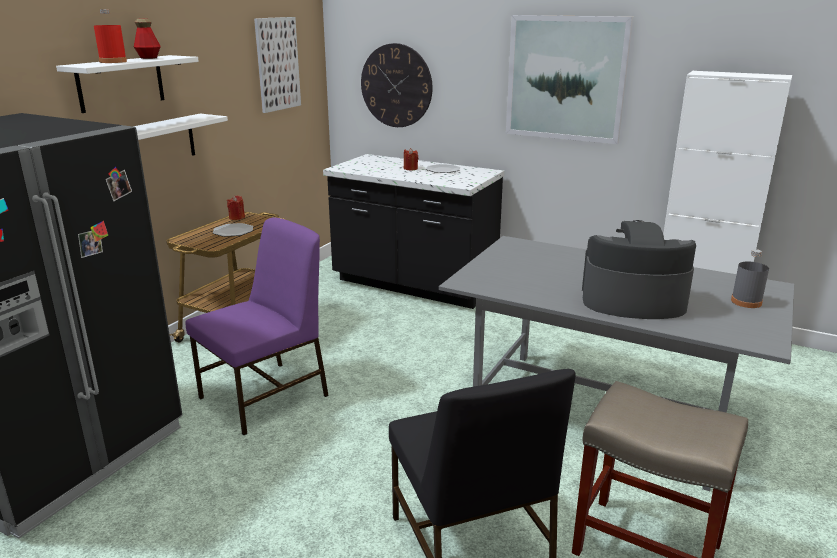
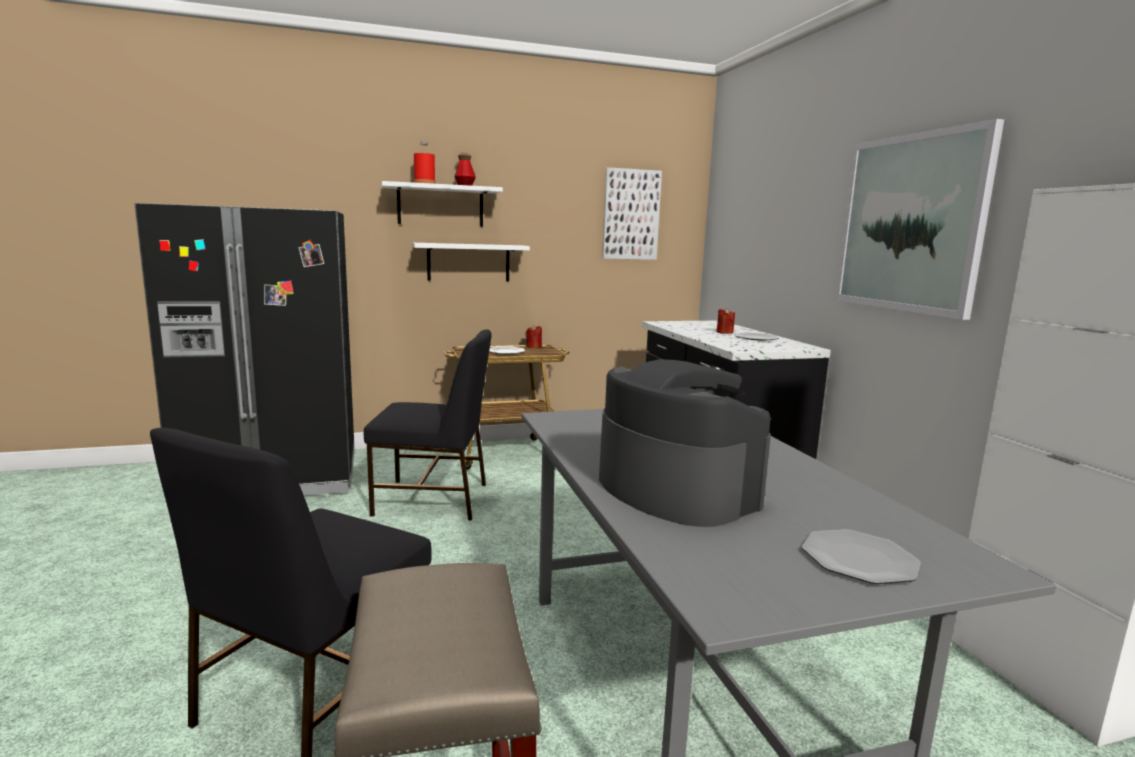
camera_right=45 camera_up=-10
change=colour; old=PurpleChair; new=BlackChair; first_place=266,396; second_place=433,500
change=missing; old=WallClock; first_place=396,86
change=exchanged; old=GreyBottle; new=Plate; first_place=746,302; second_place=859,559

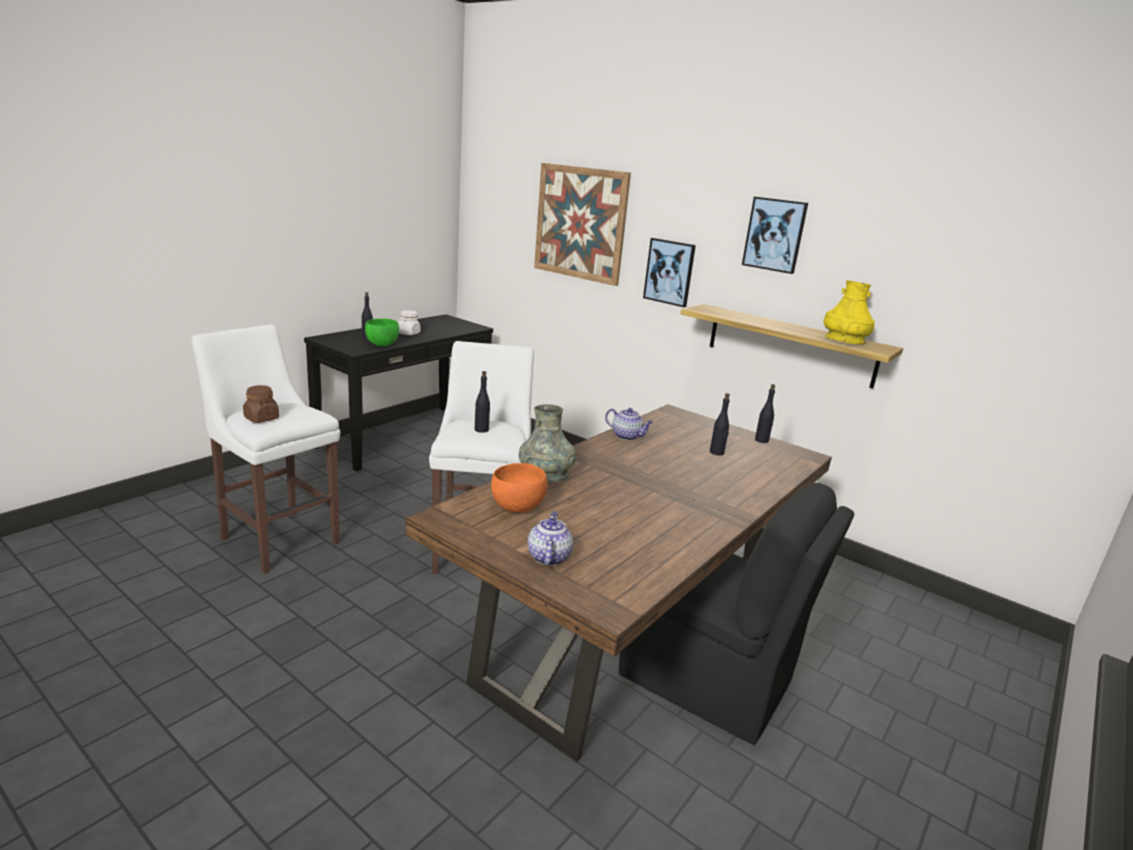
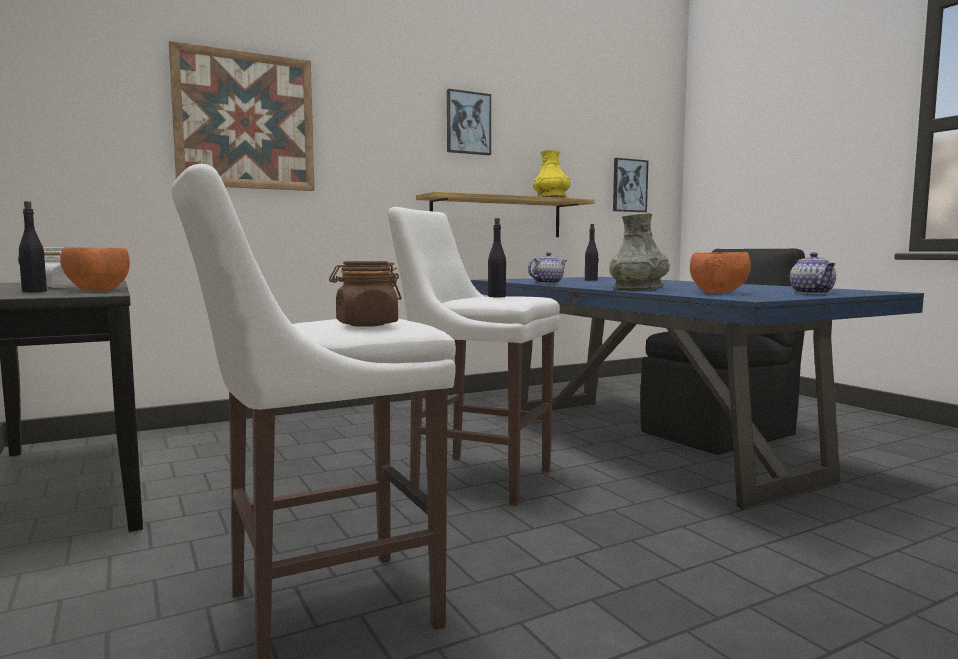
camera_right=-65 camera_up=-15
change=colour; old=GreenBowl; new=OrangeBowl; first_place=381,344; second_place=97,290
change=colour; old=BrownDiningTable; new=BlueDiningTable; first_place=629,626; second_place=646,443
change=spun; old=Teapot; first_place=548,556; second_place=812,293; degrees=-120
change=relocated; old=Picture; first_place=669,272; second_place=629,185
change=missing; old=BlackBottle; first_place=762,440

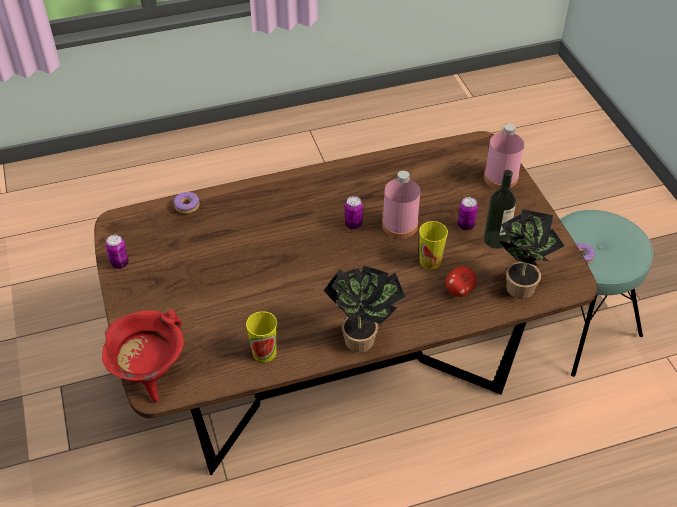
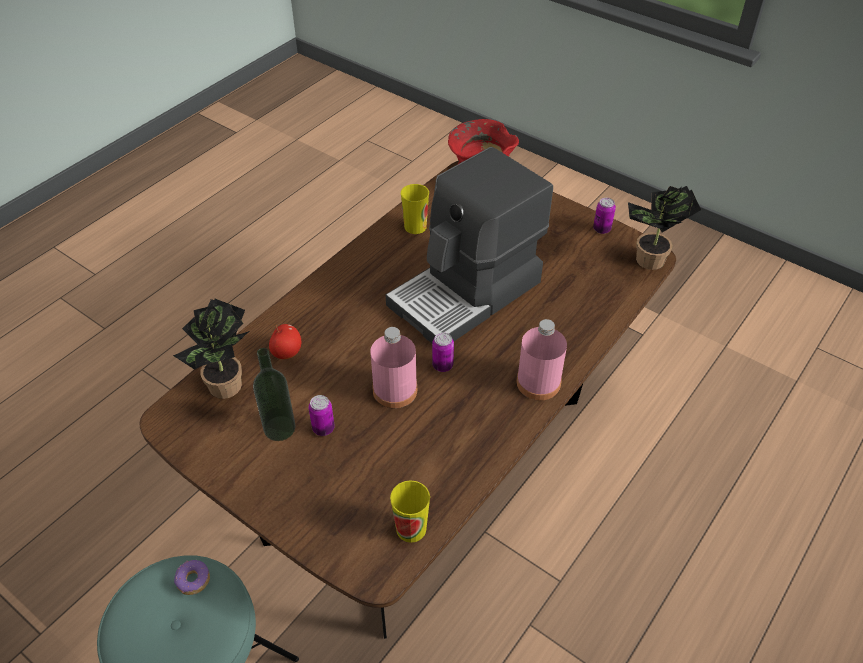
camera_right=145 camera_up=0
change=missing; old=Donut; first_place=187,206
change=relocated; old=PottedPlant; first_place=363,338; second_place=649,263
change=relocated; old=Cup; first_place=430,261; second_place=411,528
change=relocated; old=PinkBottle; first_place=500,178; second_place=538,382
change=appeared; new=CoffeeMachine; second_place=467,294

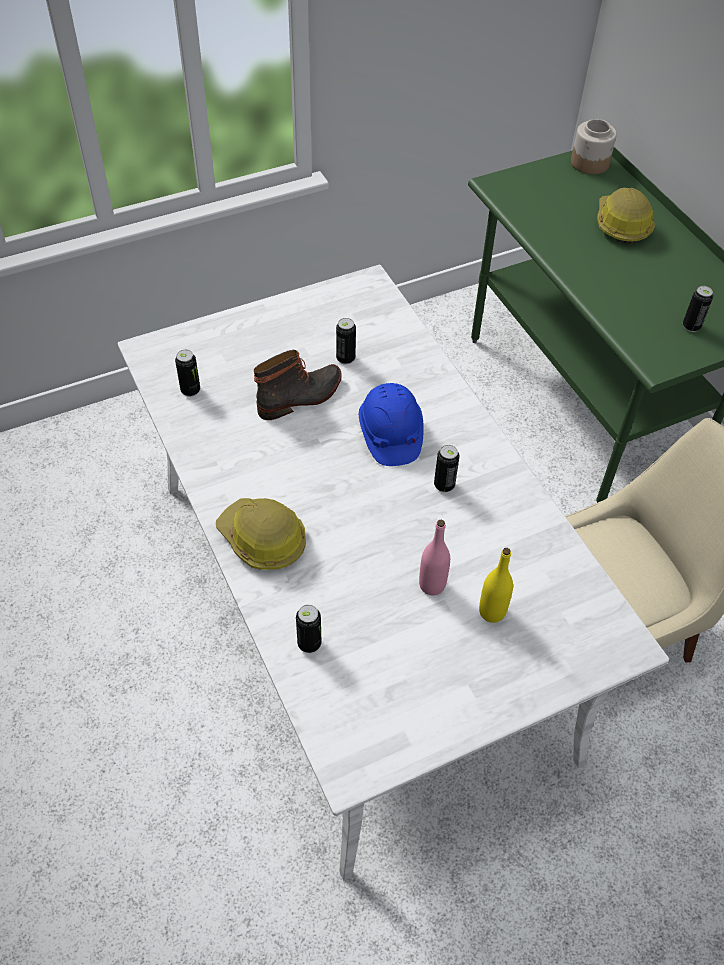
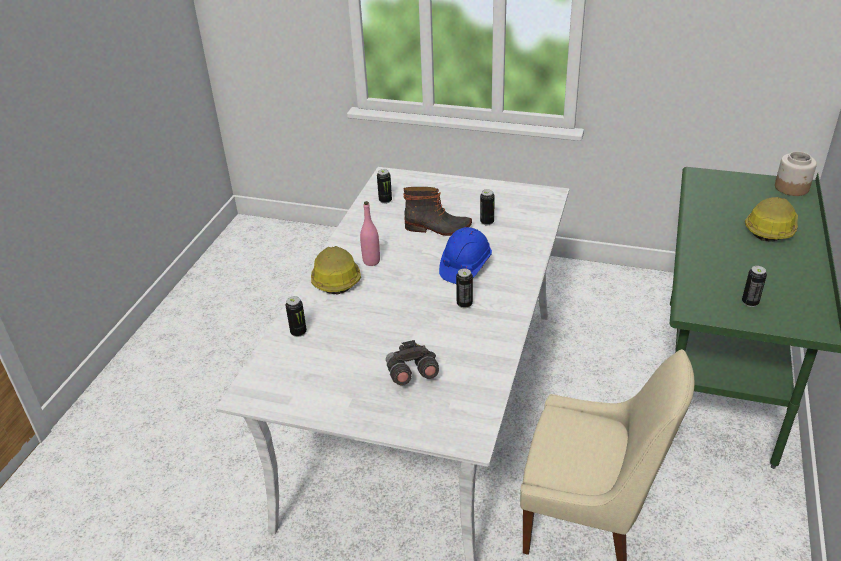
camera_right=45 camera_up=-15
change=relocated; old=PinkBottle; first_place=432,585; second_place=371,261
change=exchanged; old=YellowBottle; new=GreyBinoculars; first_place=492,612; second_place=411,375

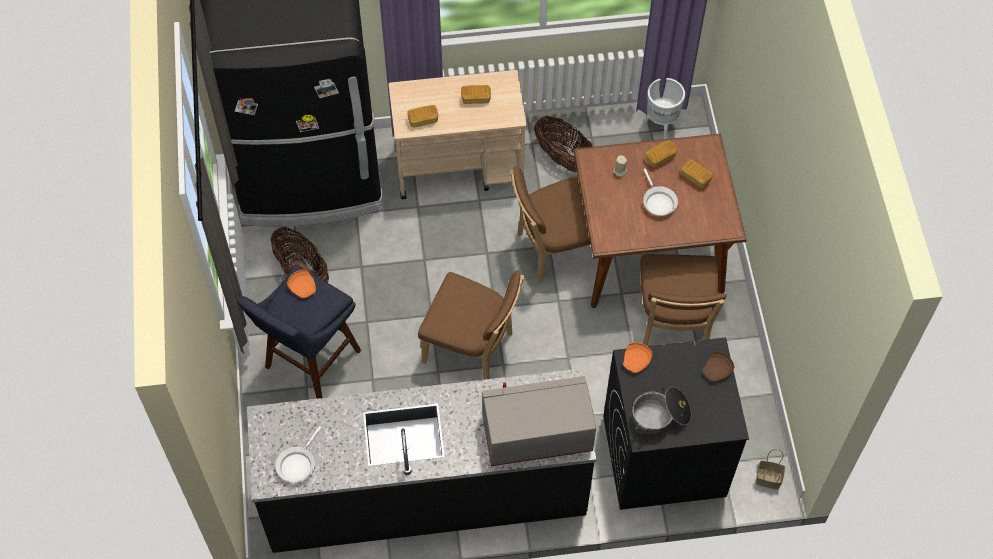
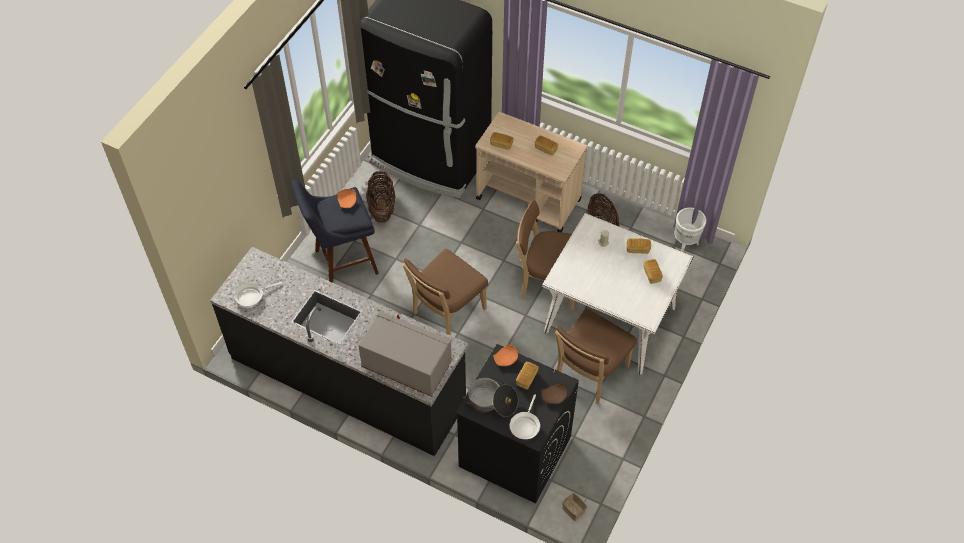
camera_right=35 camera_up=-5
change=spun; old=BrownChair; first_place=472,349; second_place=446,312; degrees=75
change=colour; old=BrownDiningTable; new=WhiteDiningTable; first_place=649,252; second_place=610,320
change=relocated; old=WhiteFryingPan; first_place=658,202; second_place=525,425
change=appeared; new=Bread; second_place=526,378

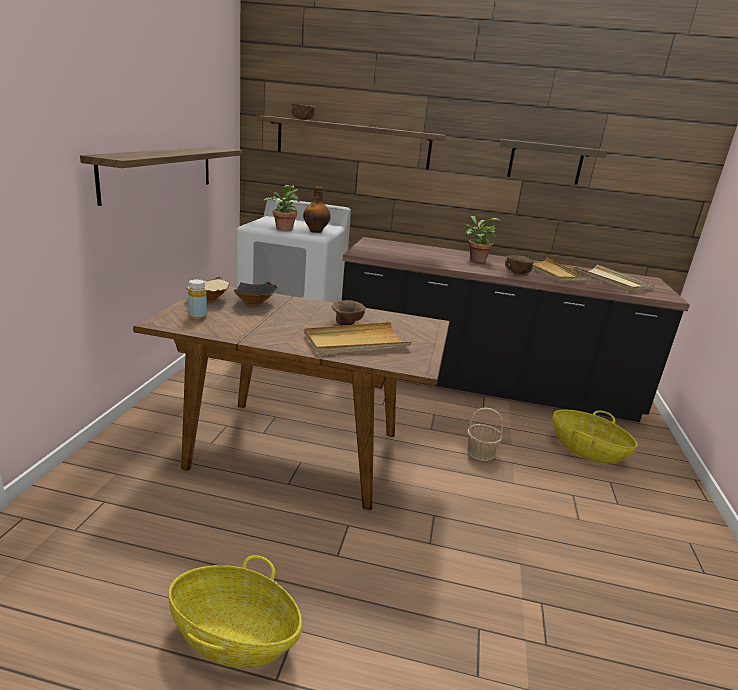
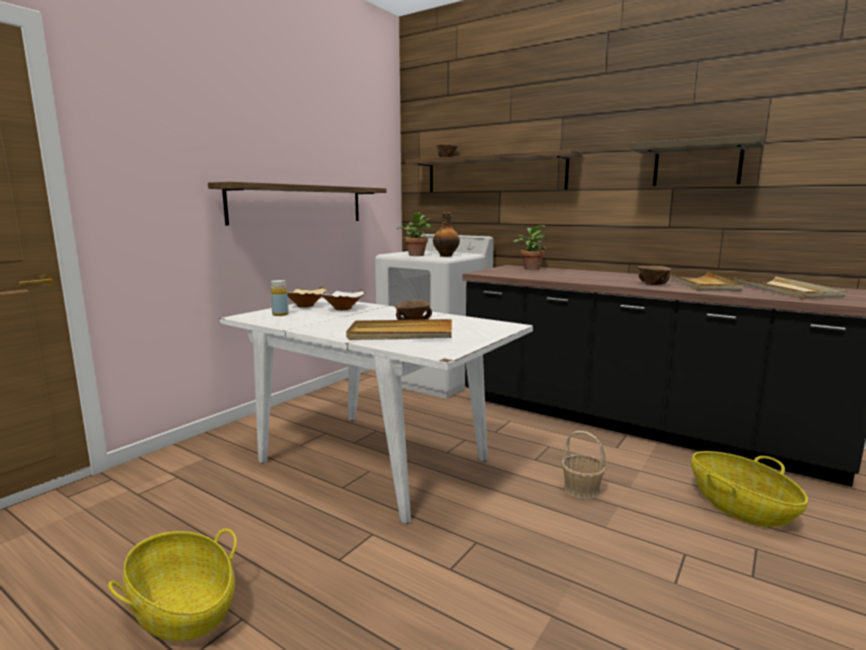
camera_right=25 camera_up=-10
change=colour; old=BrownDiningTable; new=WhiteDiningTable; first_place=298,450; second_place=375,461
change=colour; old=BlackBowl; new=WhiteBowl; first_place=255,304; second_place=344,309
change=relocated; old=PottedPlant; first_place=475,259; second_place=530,268

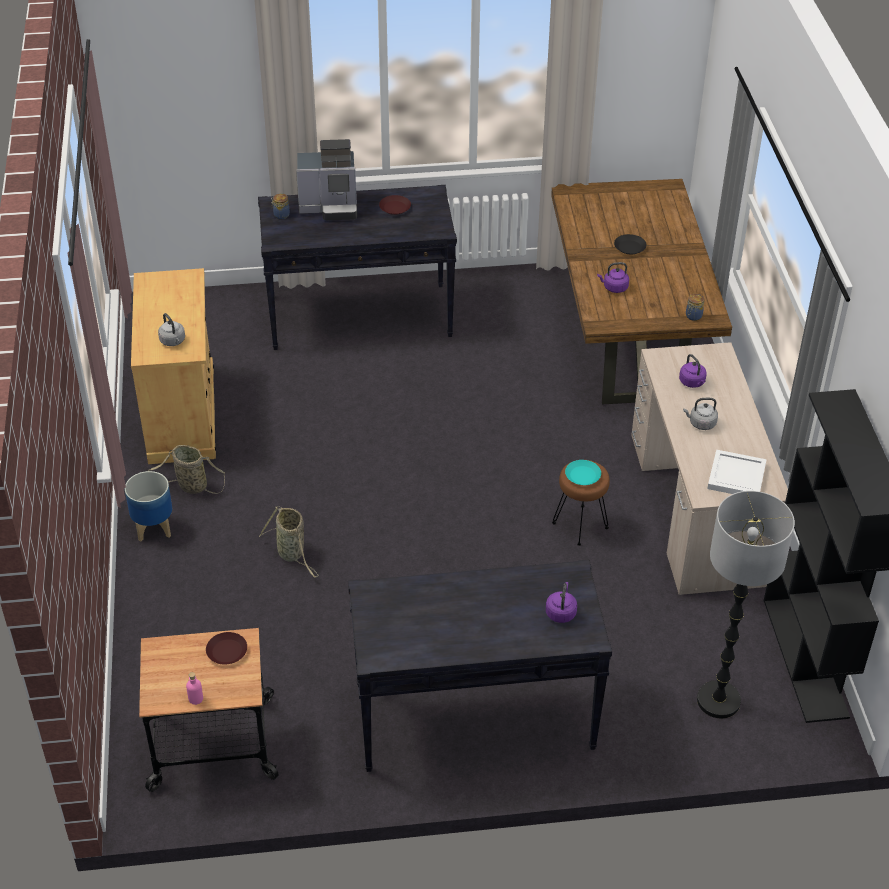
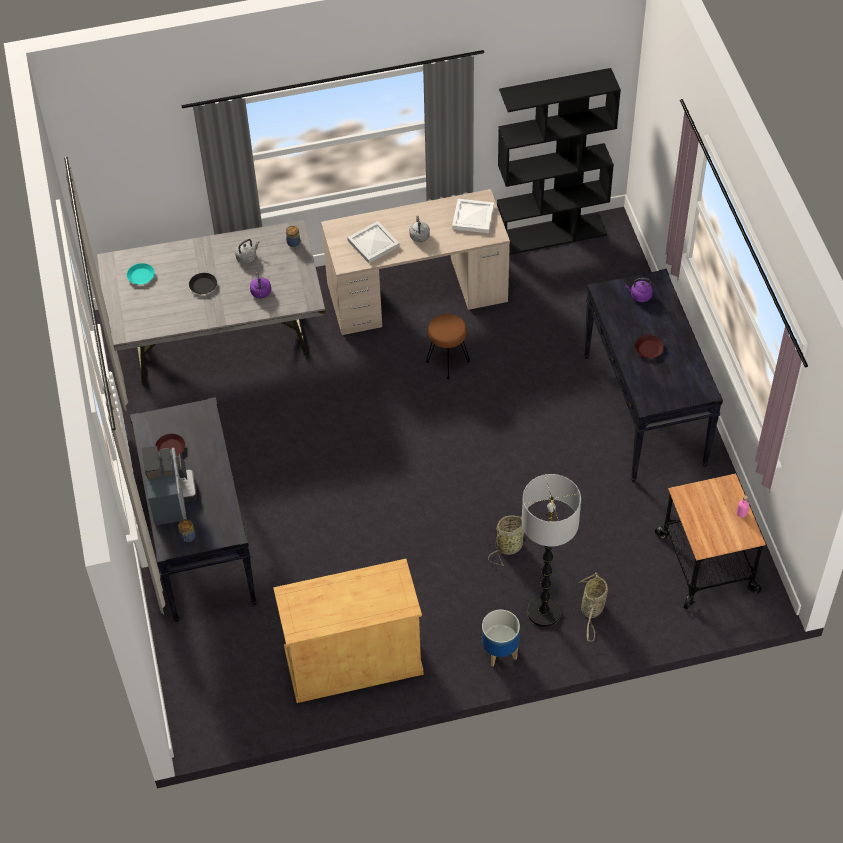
camera_right=-95 camera_up=10
change=relocated; old=Basket; first_place=190,486; second_place=592,610
change=relocated; old=GreyKettle; first_place=173,341; second_place=247,257
change=relocated; old=BrownPlate; first_place=226,651; second_place=649,349
change=colour; old=BrownDiningTable; new=GreyDiningTable; first_place=626,338; second_place=219,343
change=relocated; old=TurquoisePlate; first_place=583,476; second_place=141,276
change=exchanged; old=PurpleKettle; new=WhiteTray; first_place=692,382; second_place=373,243
change=relocated; old=FloorLamp; first_place=718,700; second_place=543,612

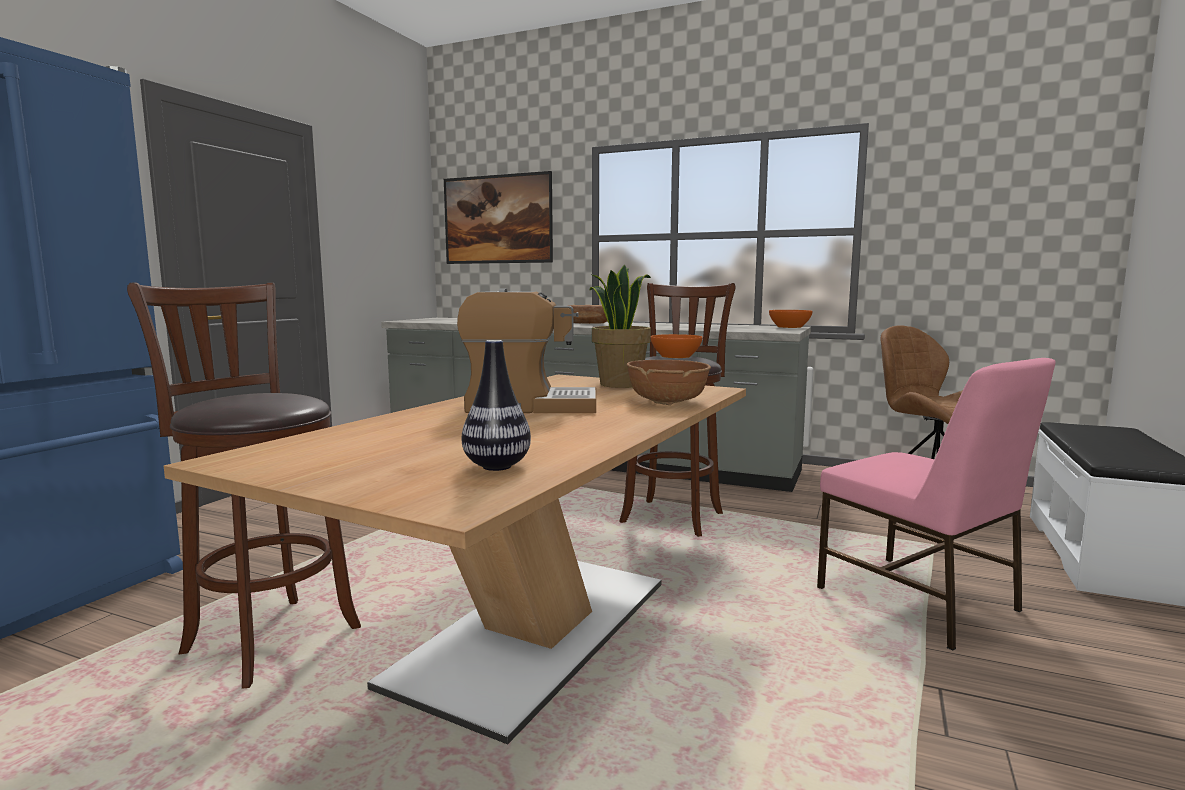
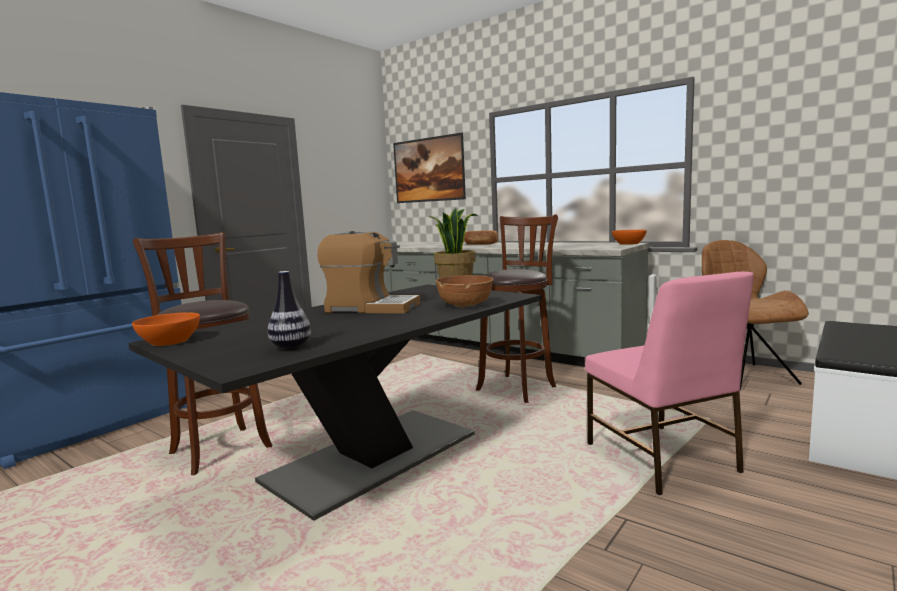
camera_right=15 camera_up=0
change=colour; old=BeigeDiningTable; new=BlackDiningTable; first_place=536,631; second_place=373,458
change=relocated; old=OrangeBowl; first_place=676,356; second_place=169,341

